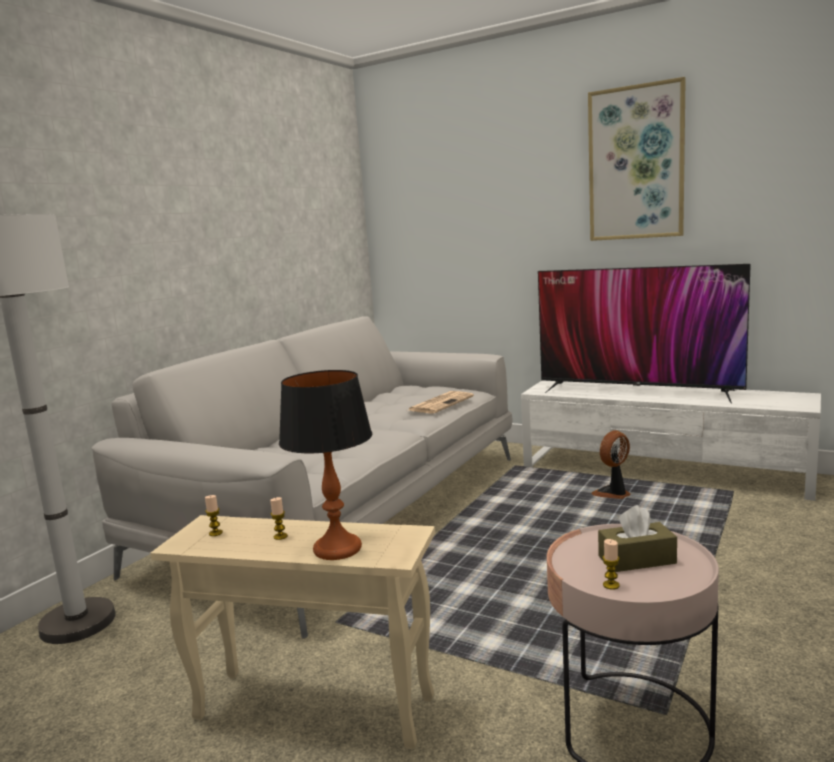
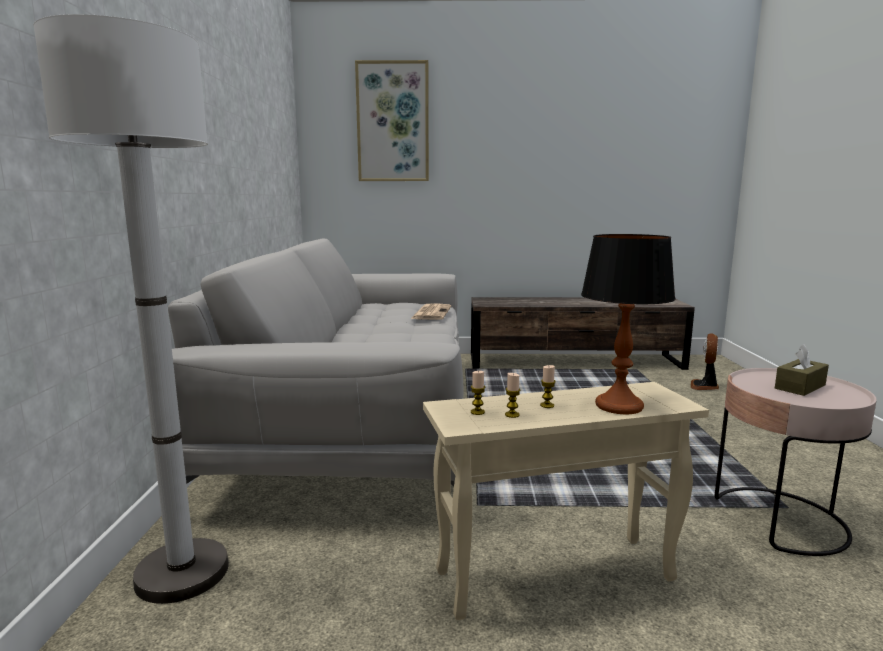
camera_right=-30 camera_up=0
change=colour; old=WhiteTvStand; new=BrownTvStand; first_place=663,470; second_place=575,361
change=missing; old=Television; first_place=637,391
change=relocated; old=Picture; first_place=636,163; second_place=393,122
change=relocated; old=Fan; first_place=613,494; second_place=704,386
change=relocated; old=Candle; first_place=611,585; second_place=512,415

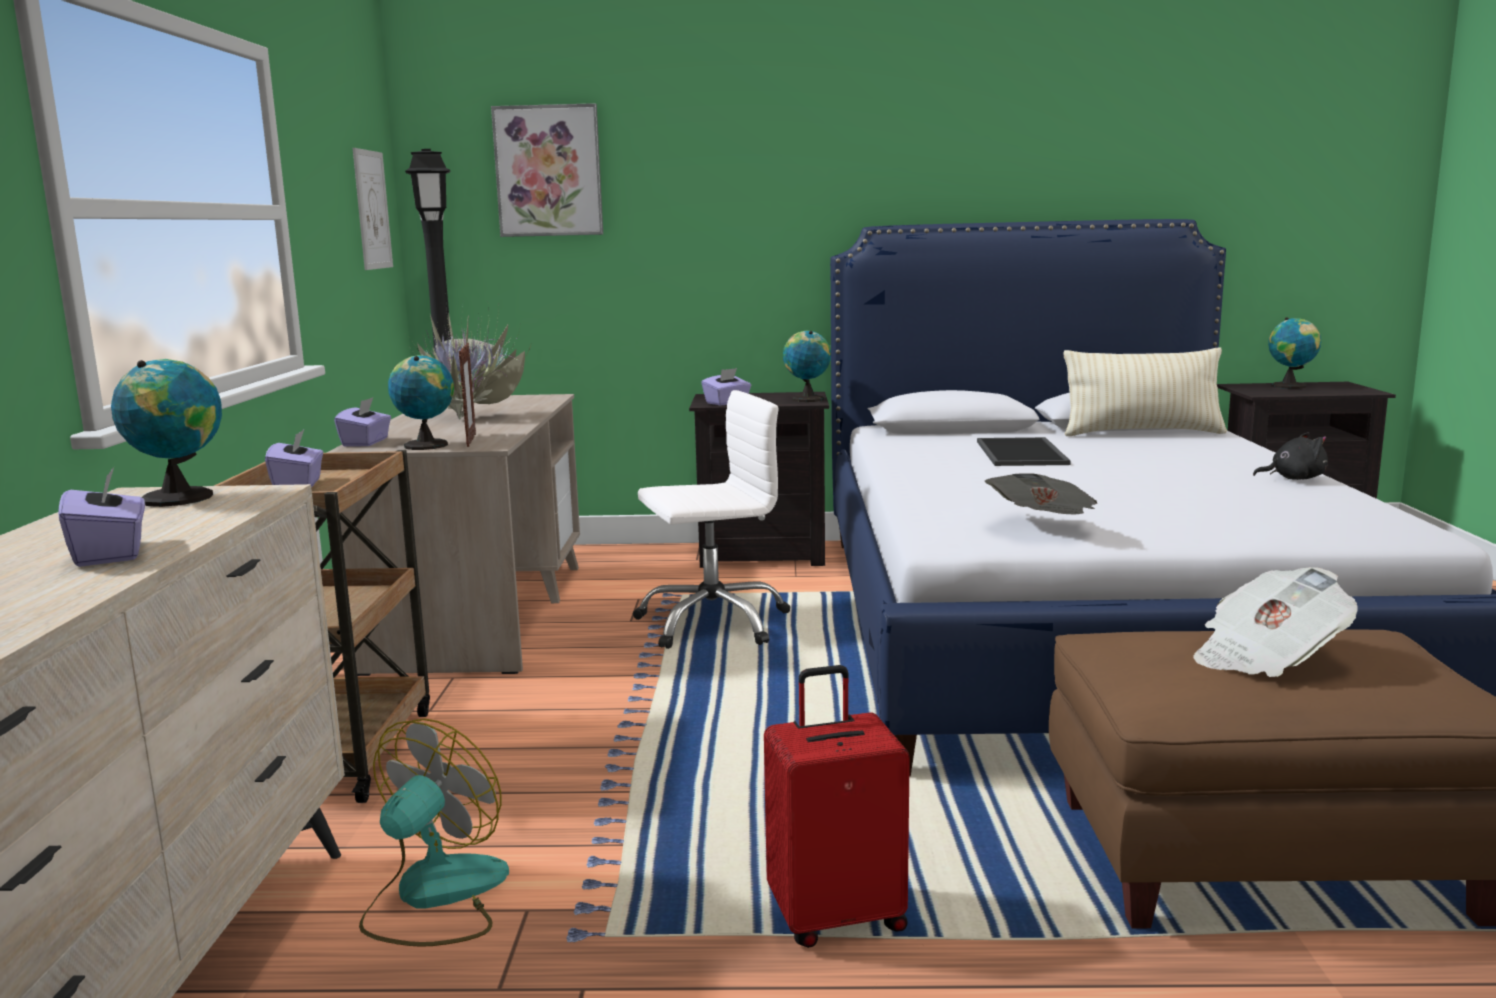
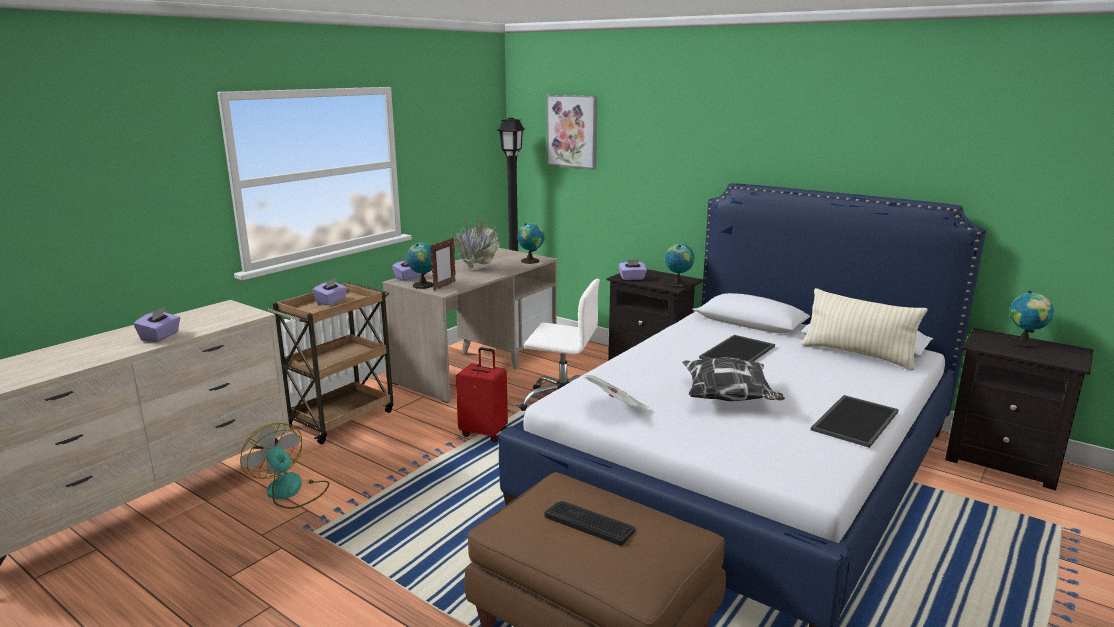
camera_right=35 camera_up=5
change=relocated; old=Globe; first_place=181,497; second_place=531,261
change=missing; old=Picture; first_place=372,210
change=spun; old=Fan; first_place=434,897; second_place=290,492; degrees=-105
change=relocated; old=RedSuitcase; first_place=836,916; second_place=484,433
change=exchanged; old=Newspaper; new=Keyboard; first_place=1266,658; second_place=589,523
change=exchanged; old=BlackPlushToy; new=Tray; first_place=1293,478; second_place=854,420
change=appeared; new=Pillow; second_place=729,399

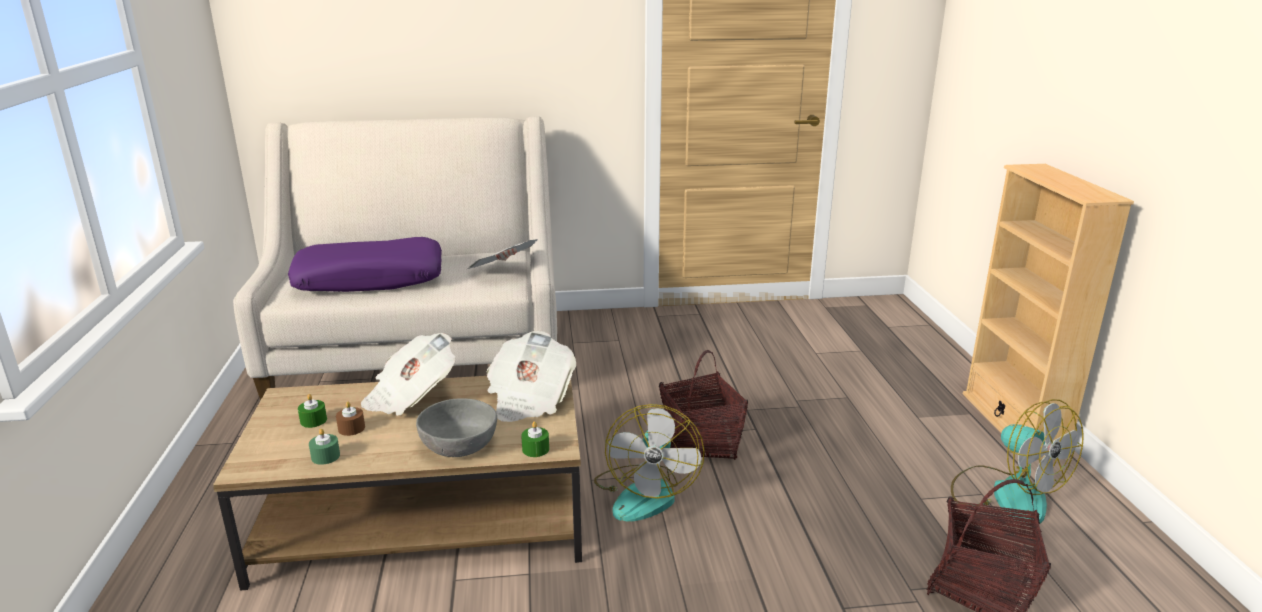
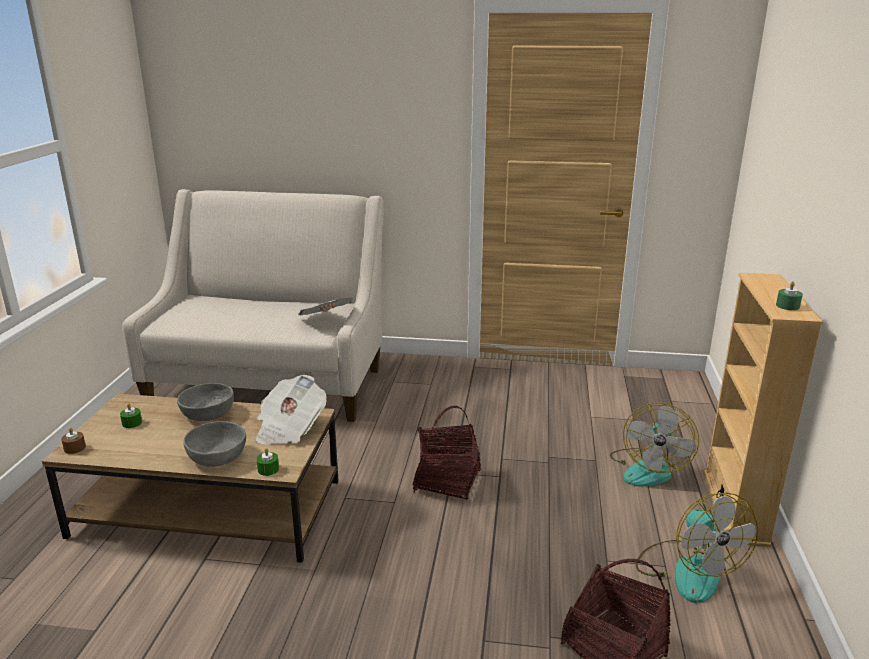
camera_right=15 camera_up=0
change=missing; old=PurplePillow; first_place=370,279
change=relocated; old=GreenCandle; first_place=325,456; second_place=787,306
change=relocated; old=BrownCandle; first_place=351,428; second_place=74,448
change=exchanged; old=Newspaper; new=GreyBowl; first_place=410,396; second_place=207,414
change=relocated; old=Fan; first_place=645,493; second_place=648,469

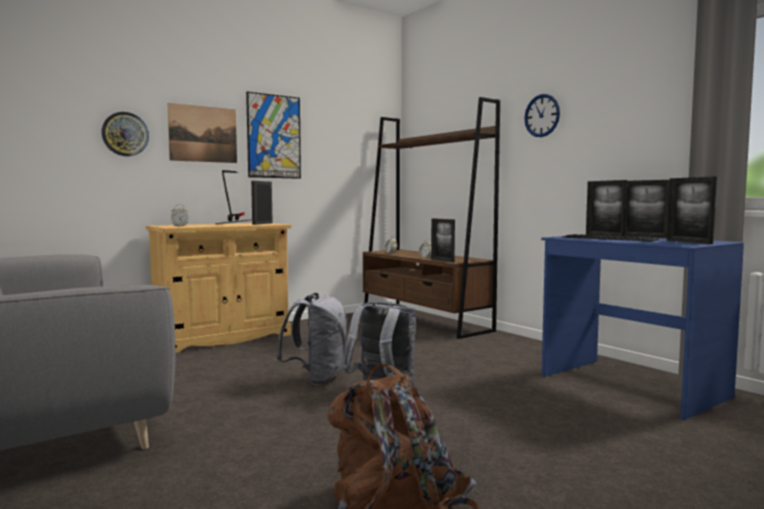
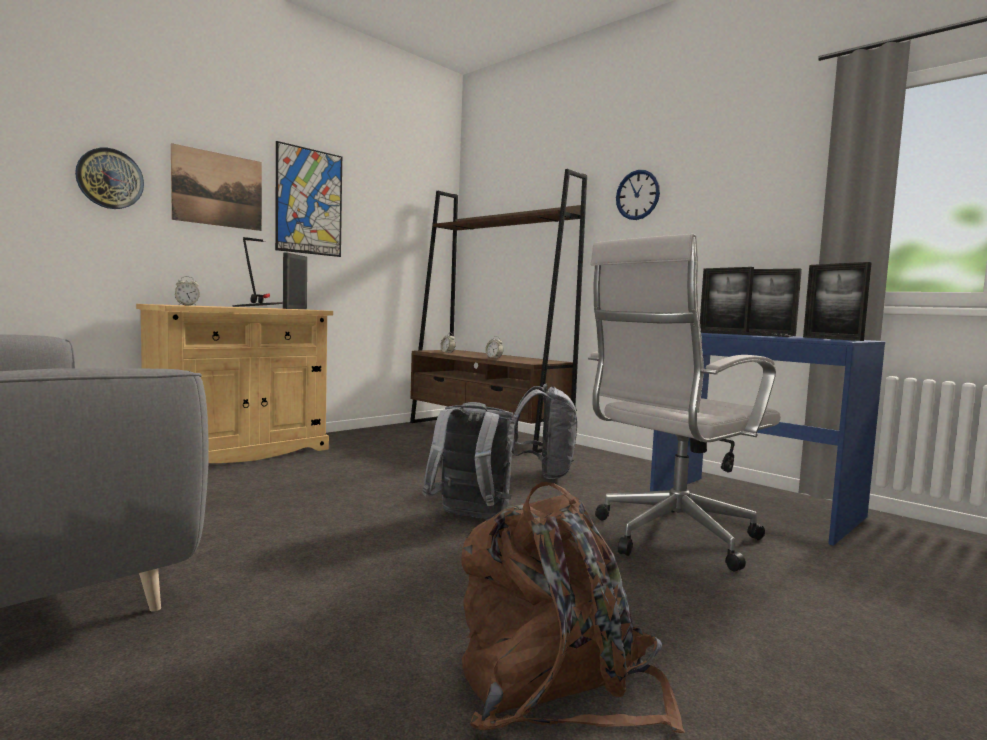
camera_right=-10 camera_up=0
change=relocated; old=GreyBackpack; first_place=317,379; second_place=544,474
change=missing; old=PictureFrame; first_place=442,260
change=appeared; new=WhiteOfficeChair; second_place=670,538

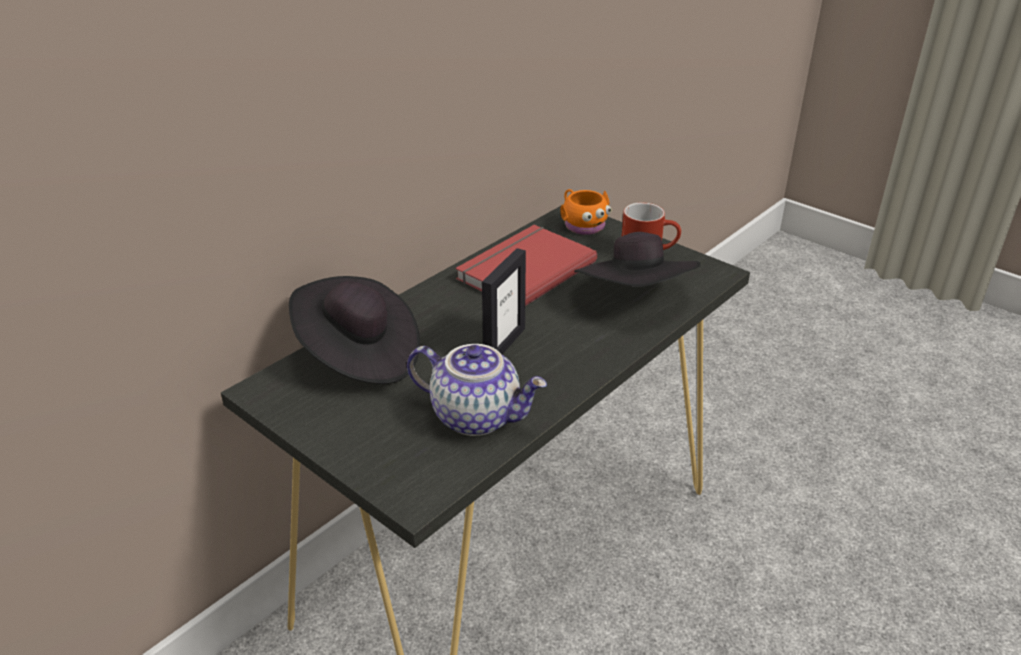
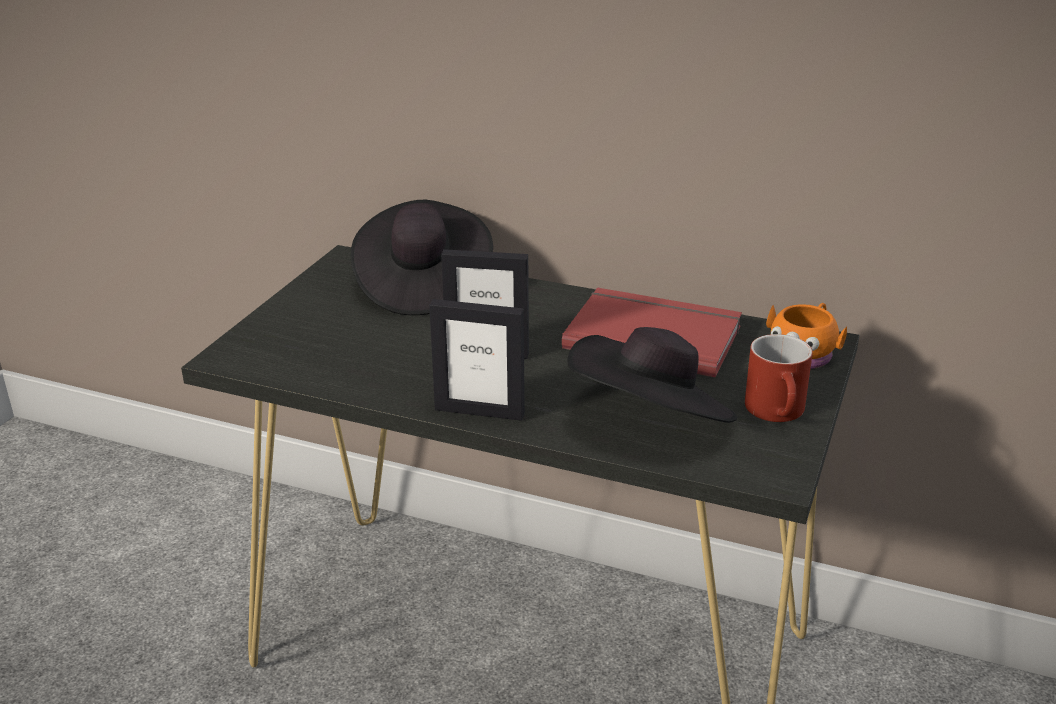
camera_right=70 camera_up=-5
change=missing; old=Teapot; first_place=477,416
change=appeared; new=PictureFrame; second_place=479,411

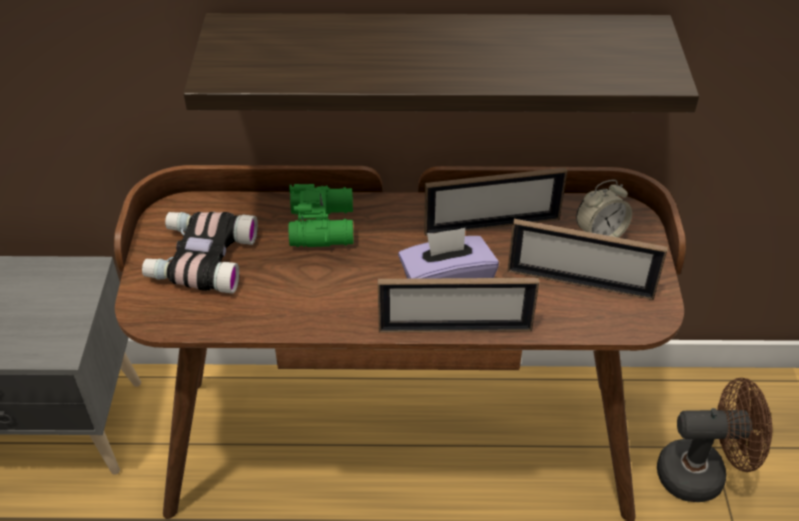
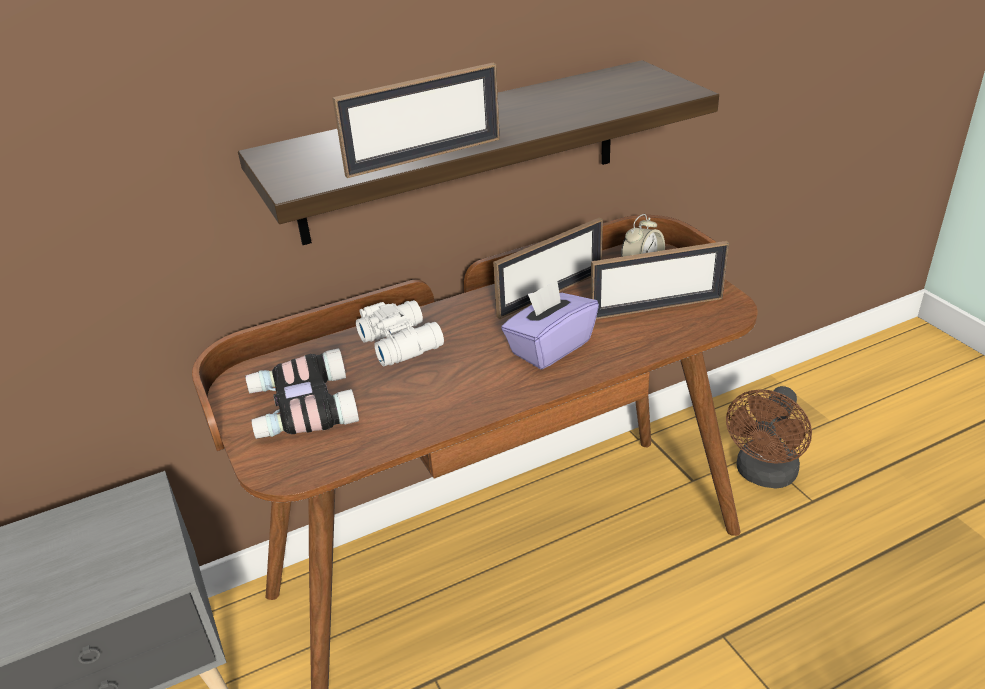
camera_right=-25 camera_up=-10
change=colour; old=GreenBinoculars; new=WhiteBinoculars; first_place=324,225; second_place=402,342
change=relocated; old=PictureFrame; first_place=455,329; second_place=424,157
change=spun; old=BrownFan; first_place=702,473; second_place=763,475; degrees=150

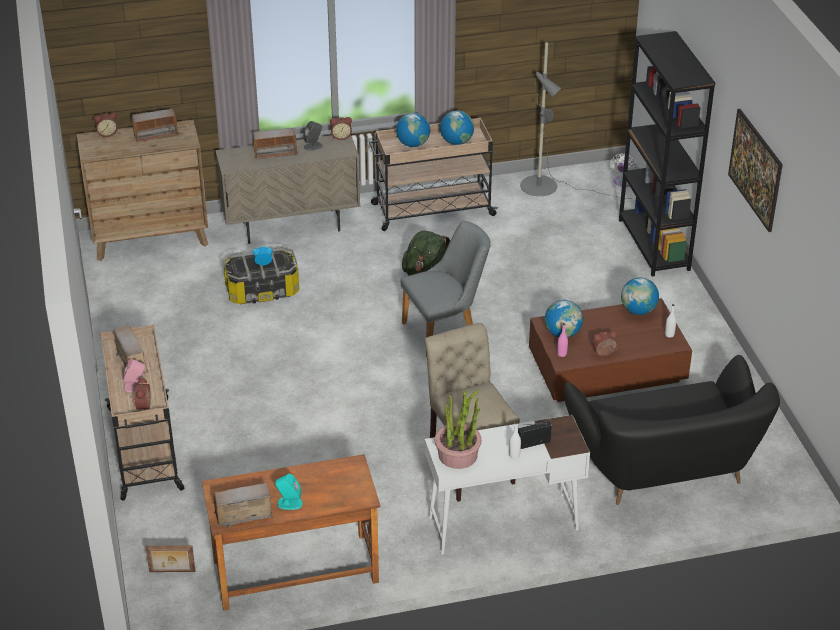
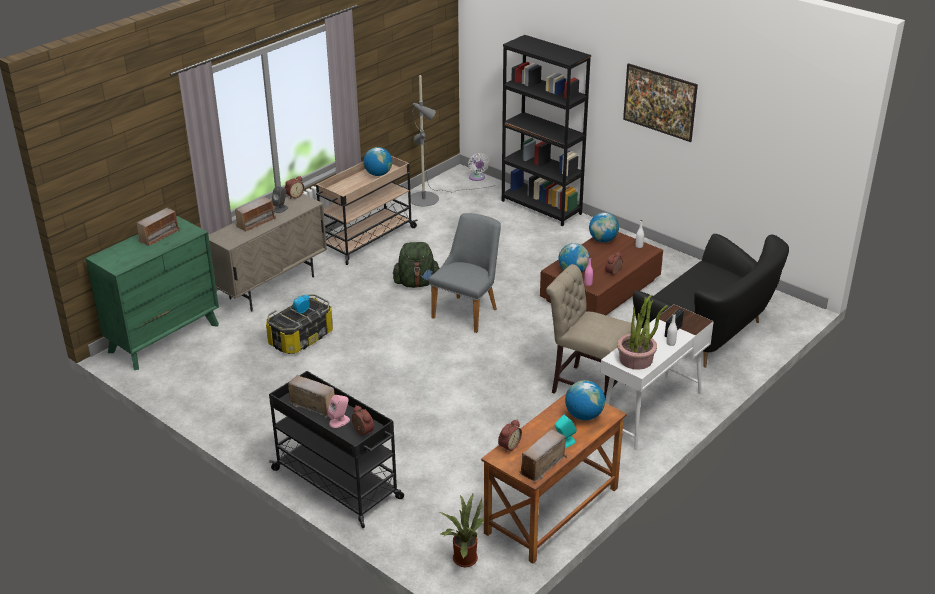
camera_right=-35 camera_up=-5
change=colour; old=BrownDresser; new=GreenDresser; first_place=150,239; second_place=164,338
change=relocated; old=AlarmClock; first_place=107,133; second_place=508,445
change=colour; old=BeigeCart; new=BlackCart; first_place=145,450; second_place=338,484
change=exchanged; old=PictureFrame; new=PottedPlant; first_place=172,572; second_place=462,558
change=relocated; old=Globe; first_place=413,144; second_place=584,415

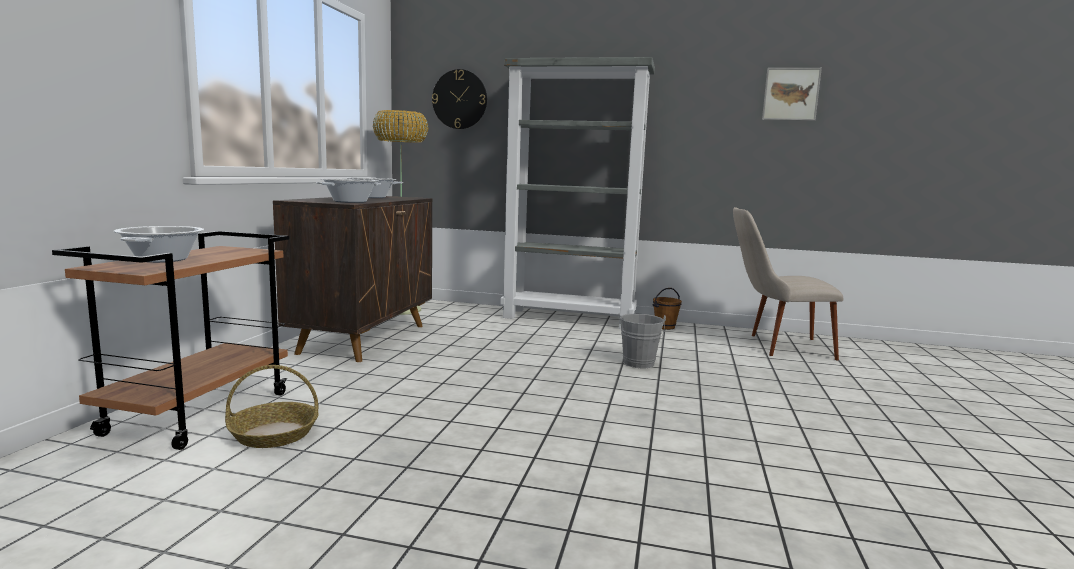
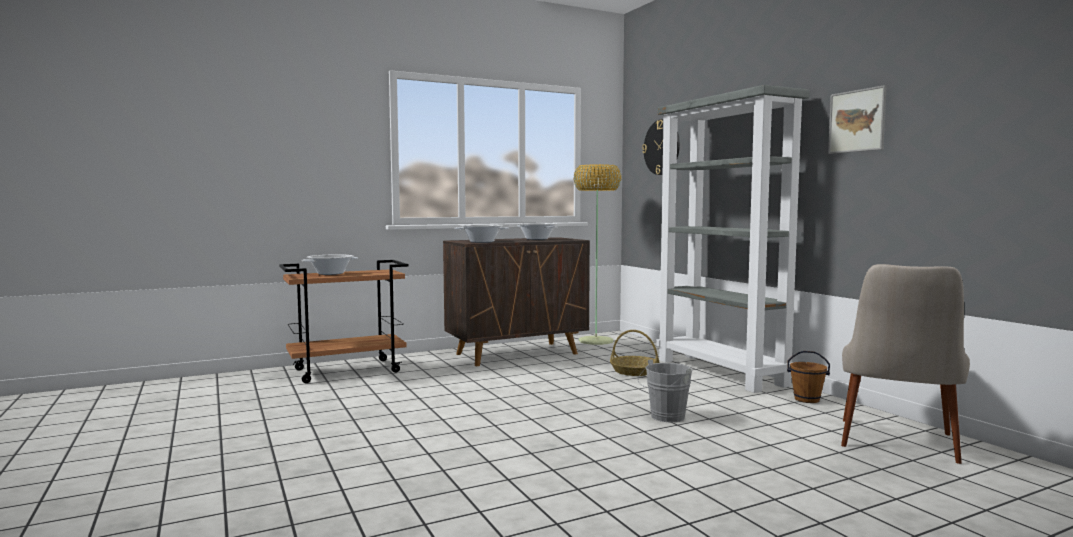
camera_right=50 camera_up=-5
change=relocated; old=Basket; first_place=274,434; second_place=634,371
change=spun; old=BeigeChair; first_place=775,346; second_place=898,447; degrees=-120
change=relocated; old=Picture; first_place=791,94; second_place=857,121

